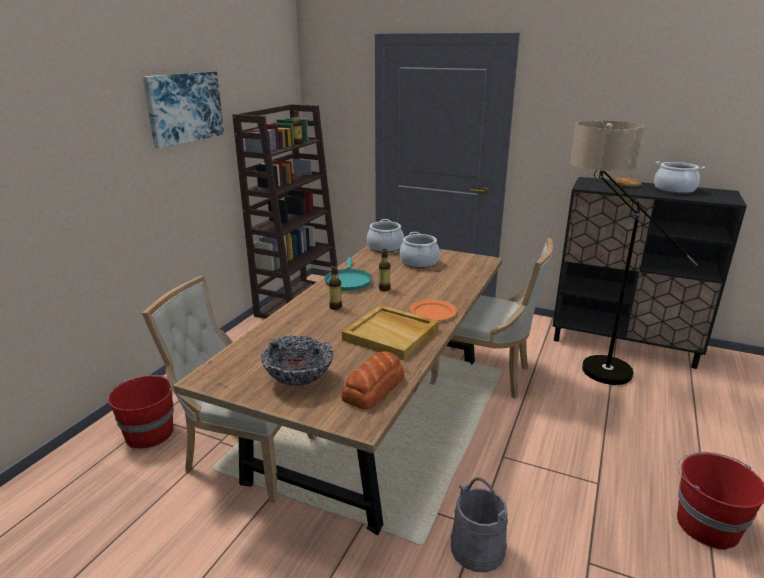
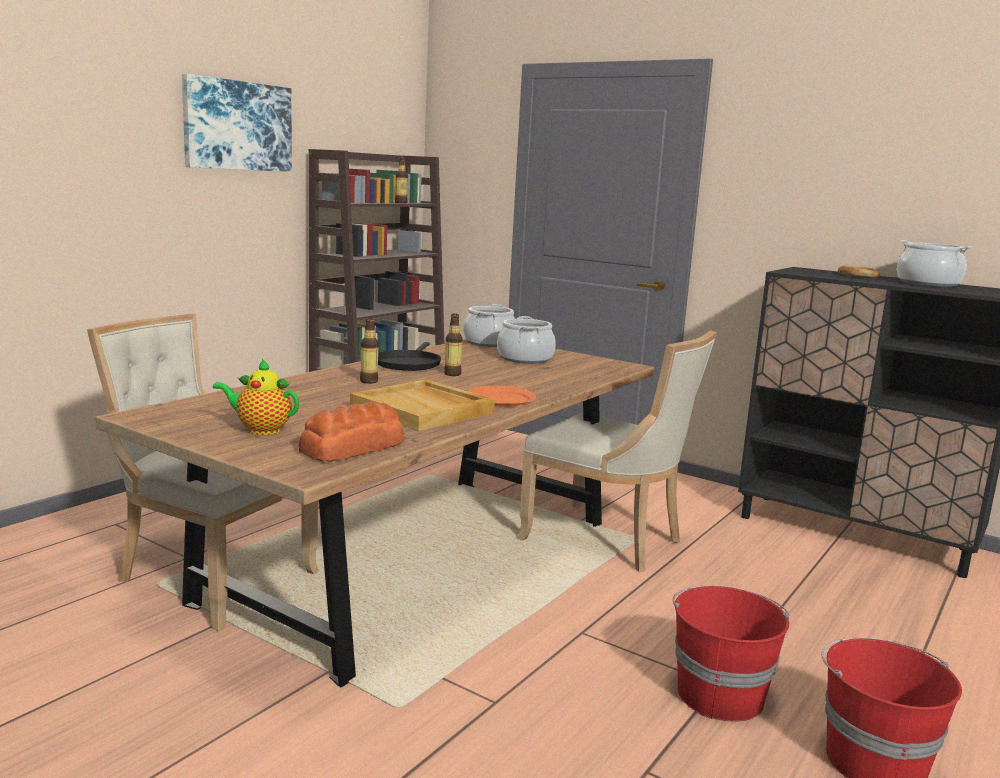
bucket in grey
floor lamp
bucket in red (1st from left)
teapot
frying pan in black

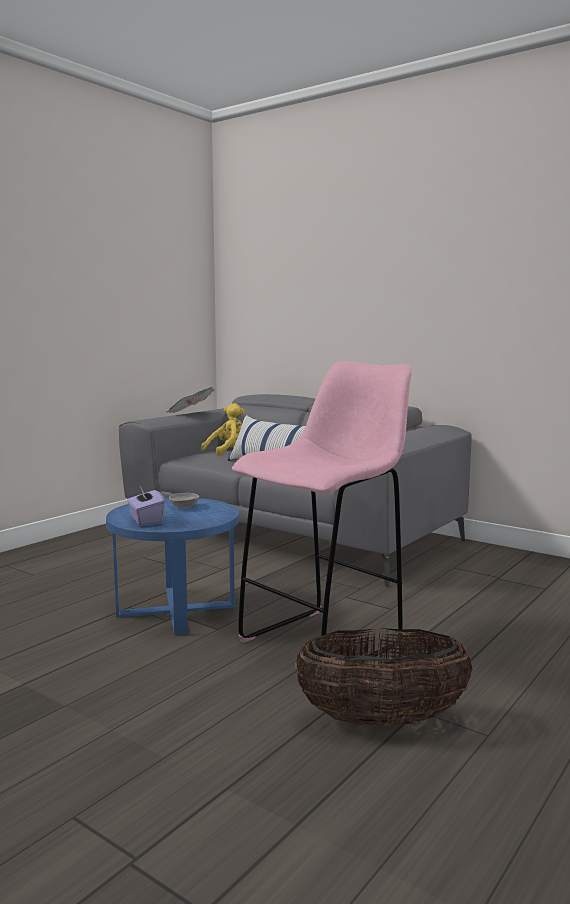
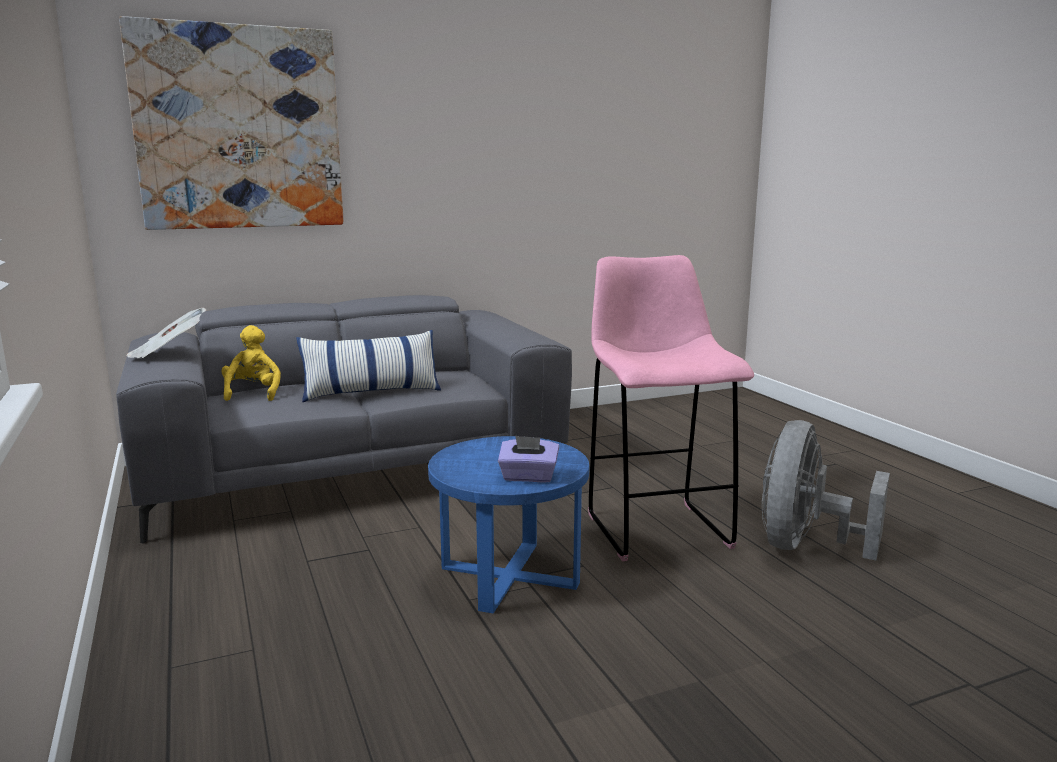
bowl in grey
picture
fan in grey

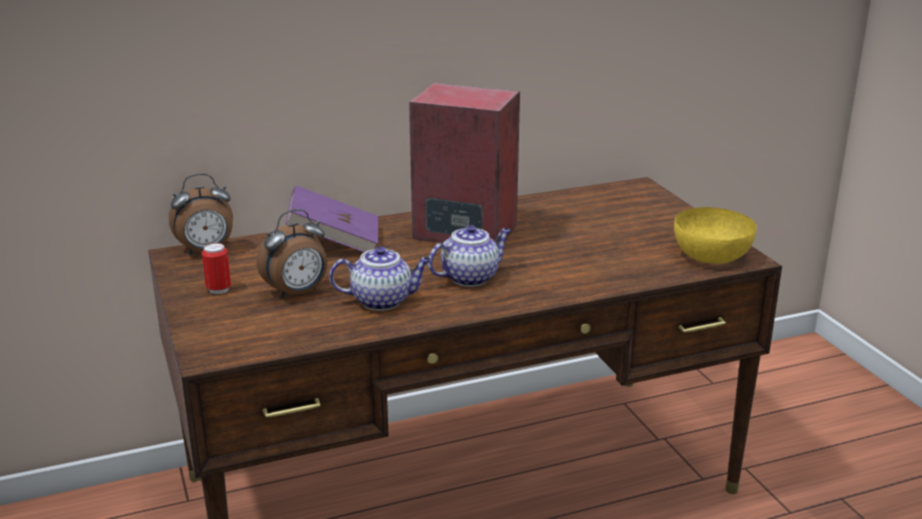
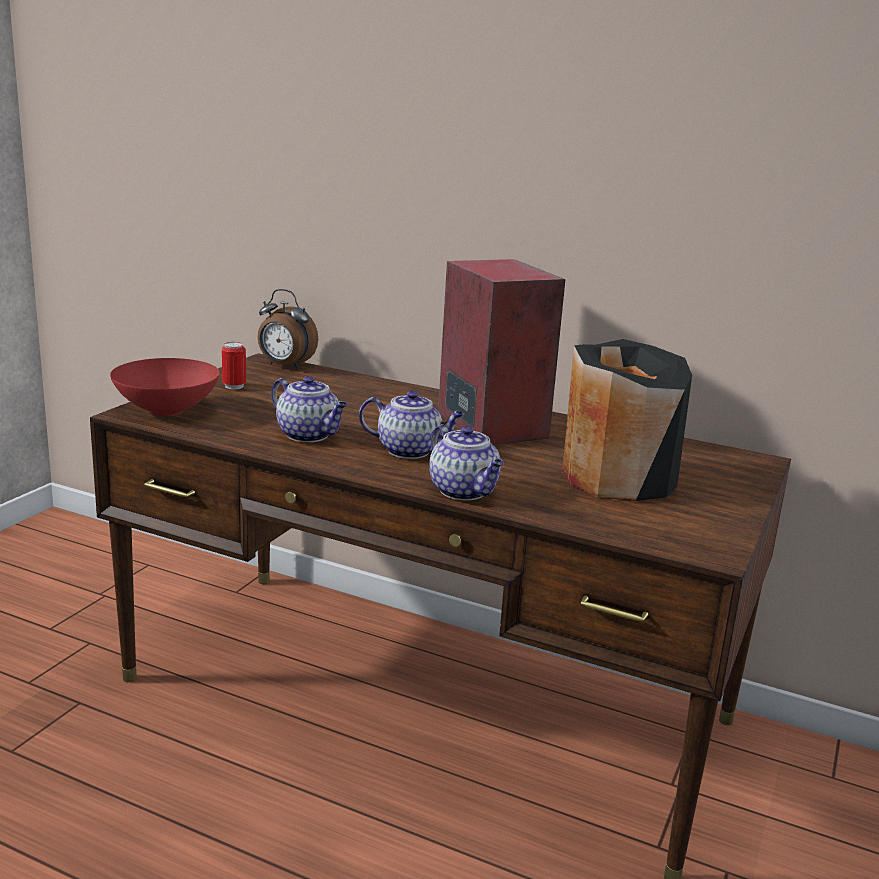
alarm clock (2nd from left in the first image)
book in purple
bowl in yellow
bowl in red
teapot (3rd from left)
vase in black

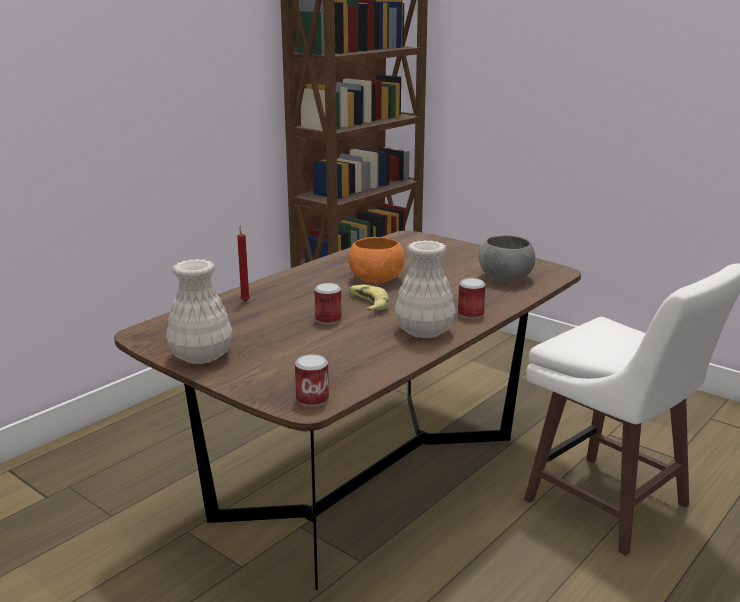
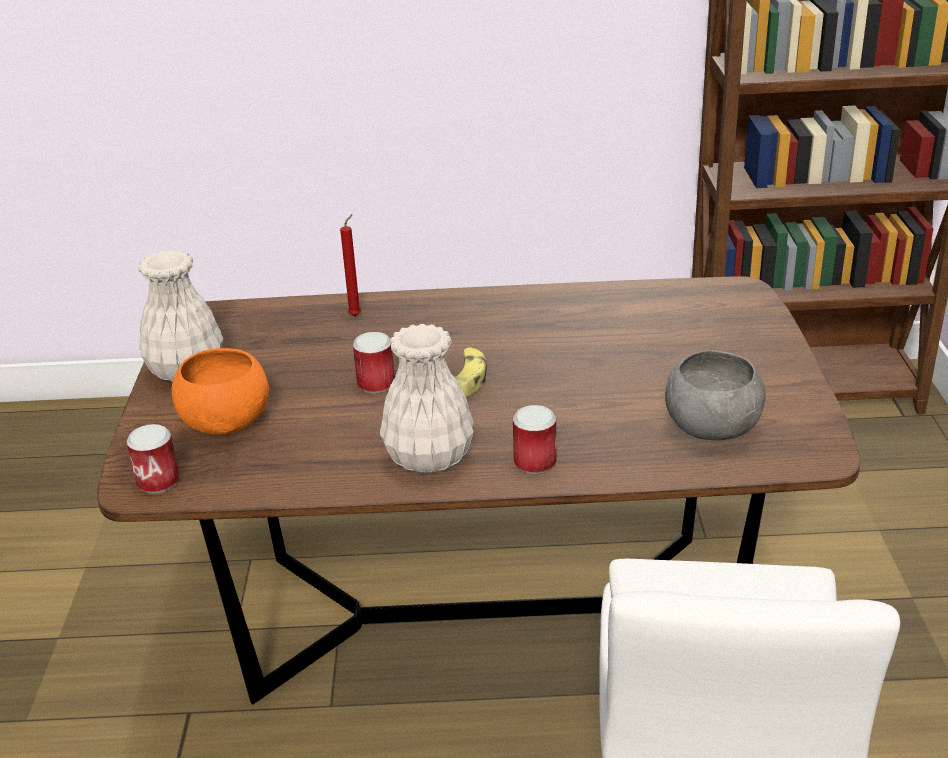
bowl in orange

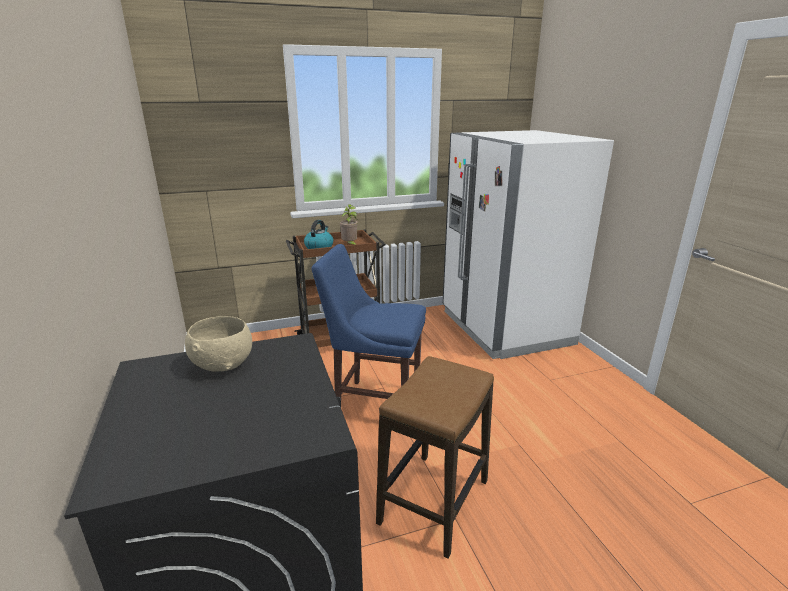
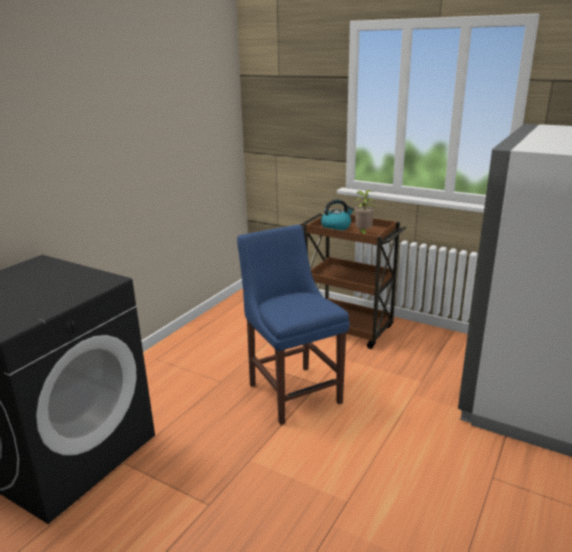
bowl in beige
stool

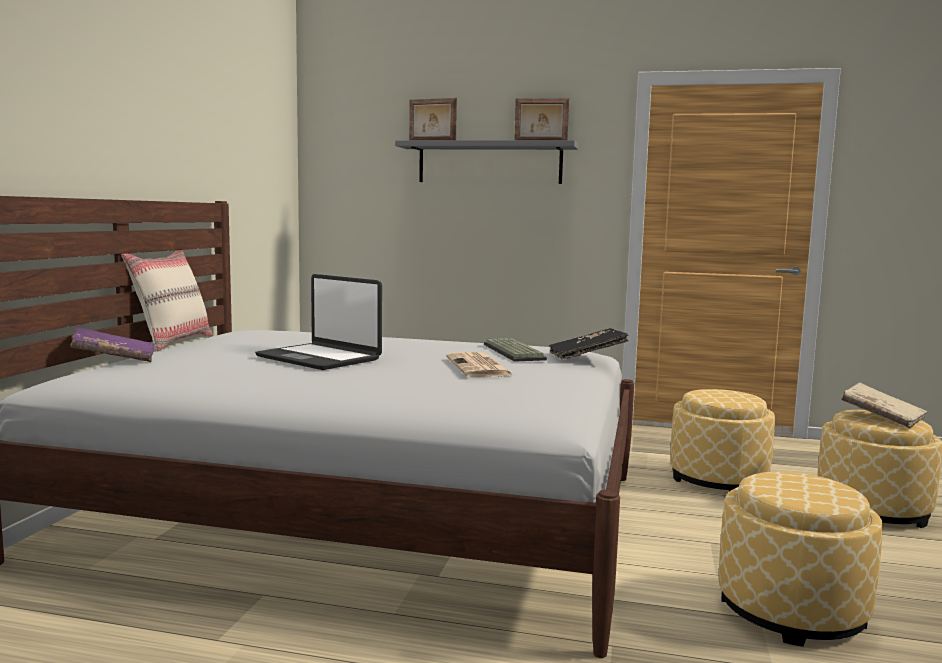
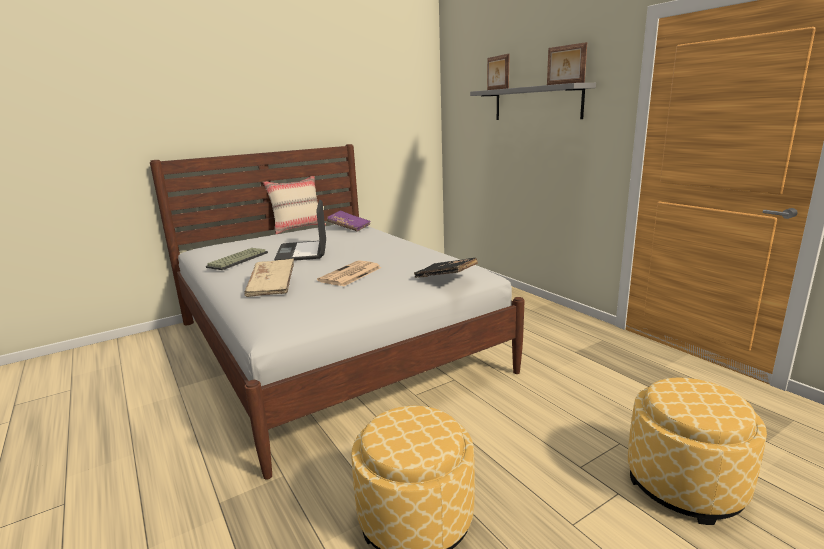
ottoman (1st from left in the first image)
book in purple
keyboard
book in beige

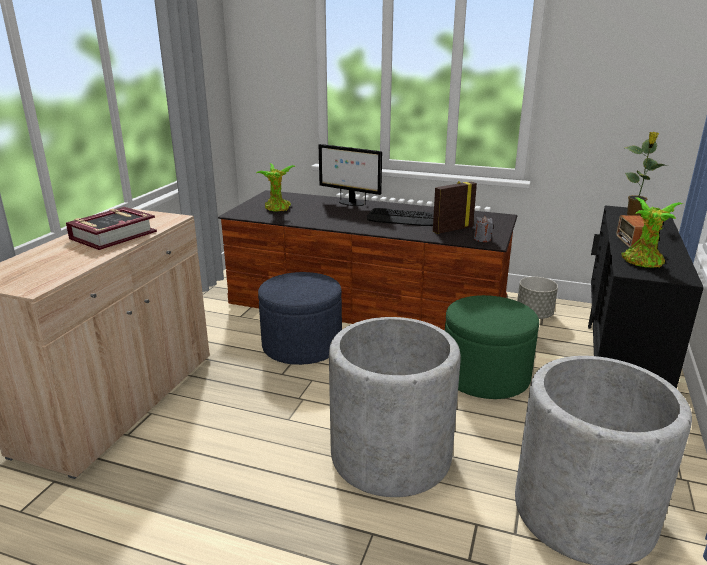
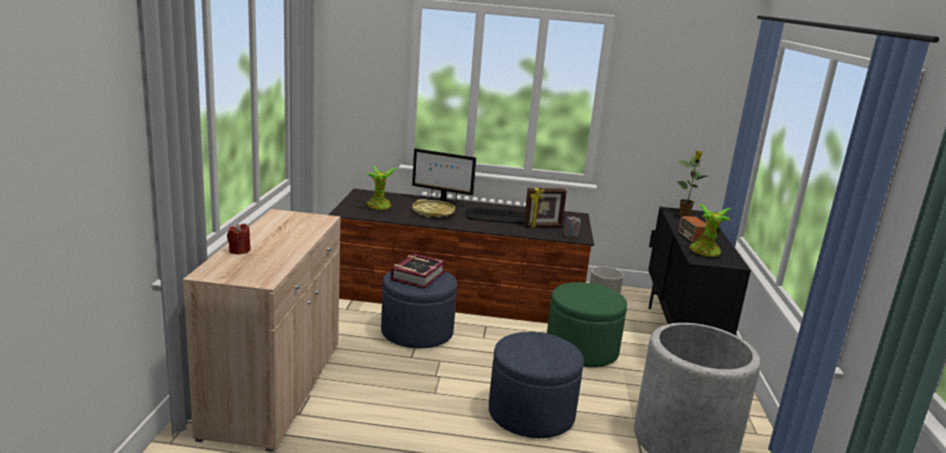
candle in red
tray in yellow
book
ottoman in blue (2nd from left)
picture frame

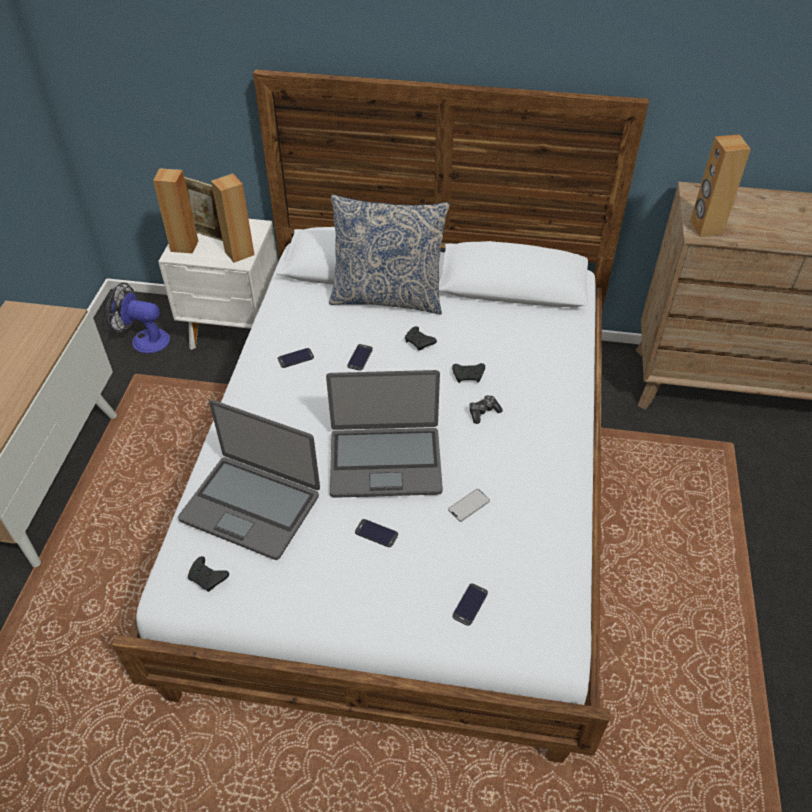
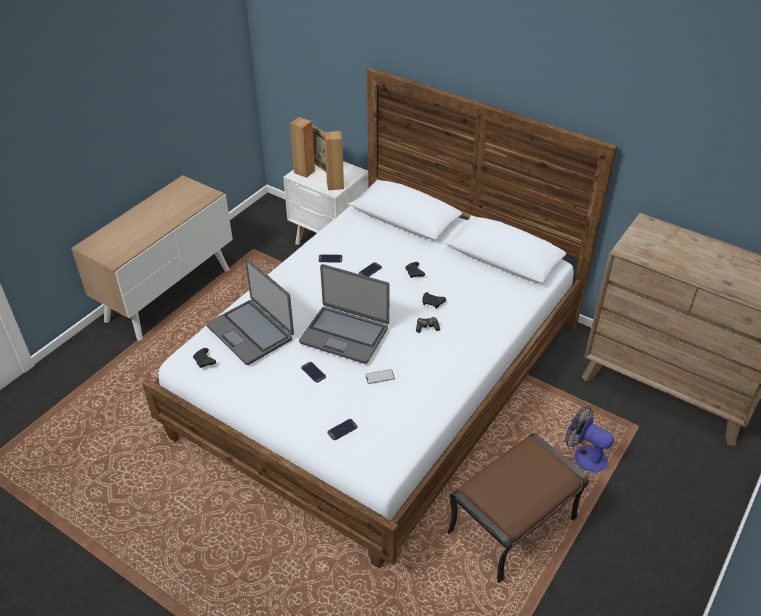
pillow
speaker in brown (3rd from left in the first image)
ottoman in brown
fan

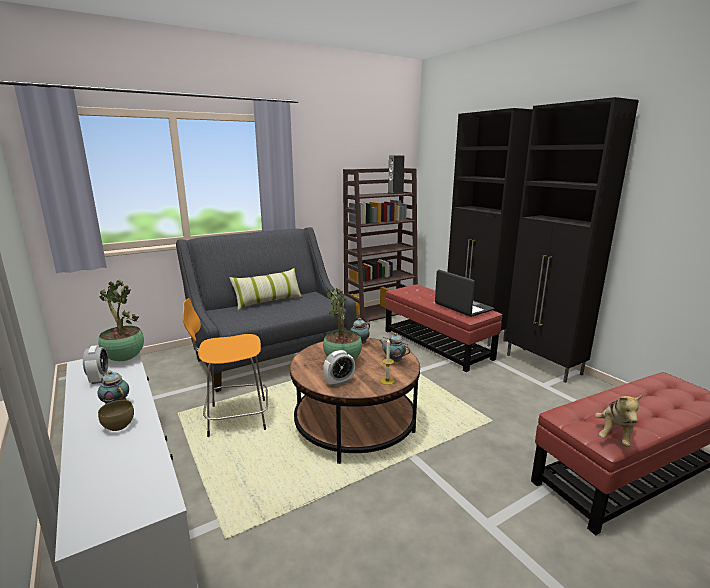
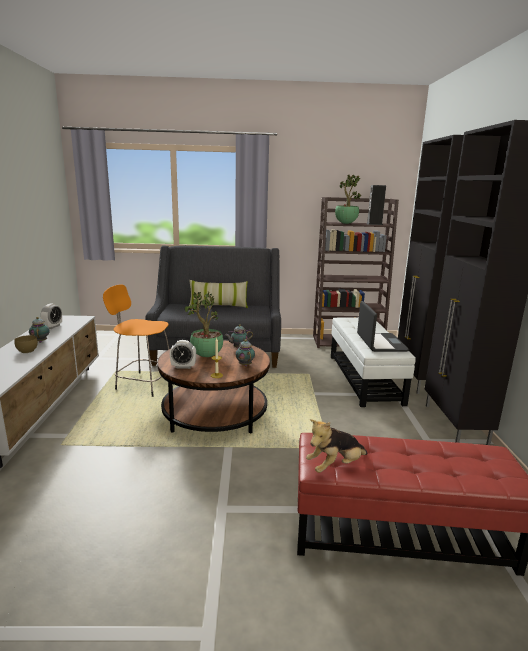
potted plant (2nd from left)
ottoman in white

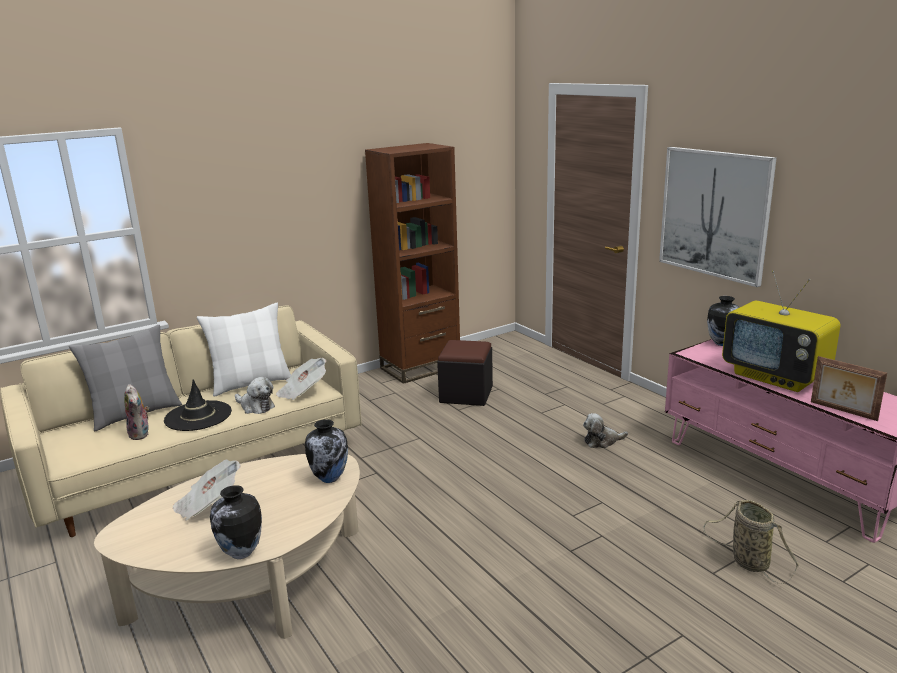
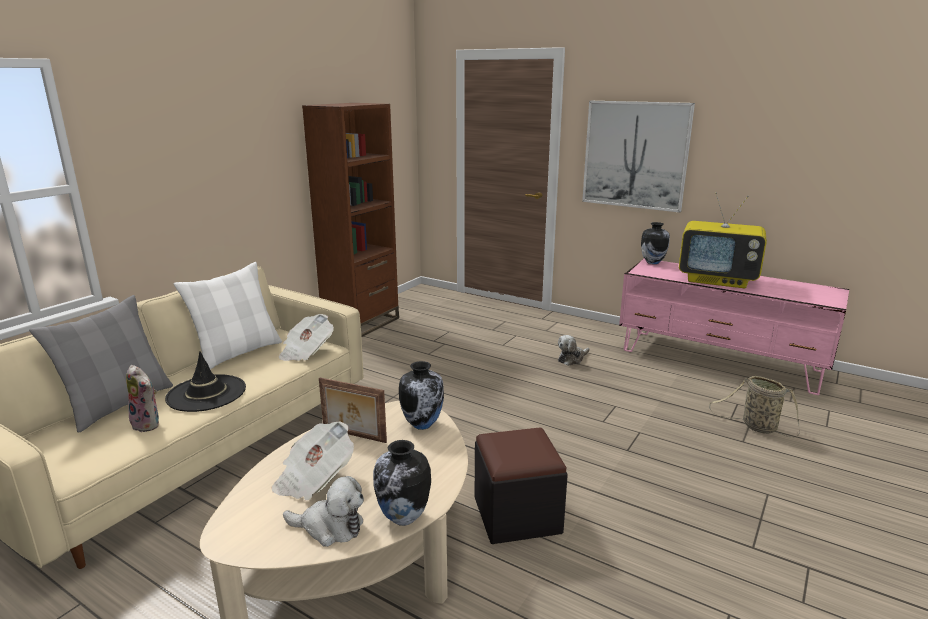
plush toy (2nd from left)
ottoman in black
picture frame

